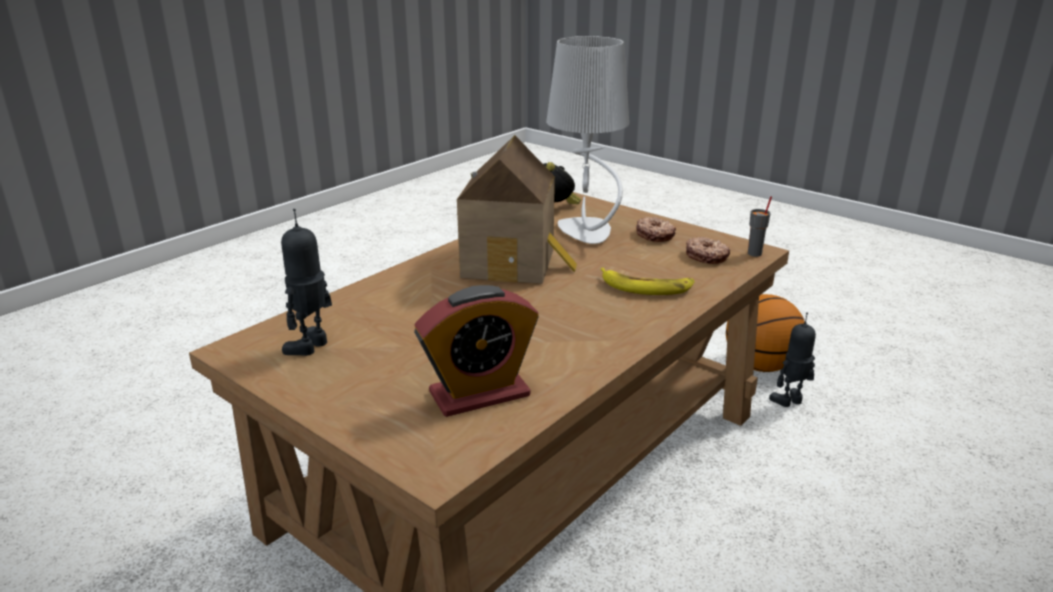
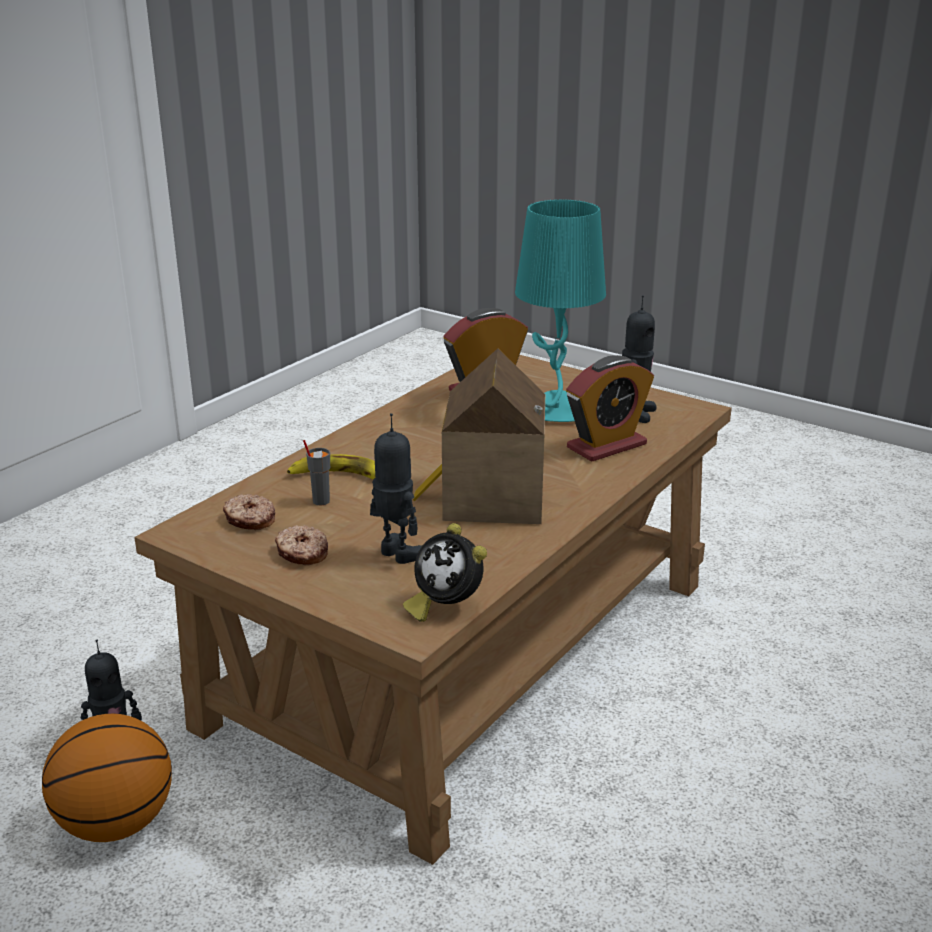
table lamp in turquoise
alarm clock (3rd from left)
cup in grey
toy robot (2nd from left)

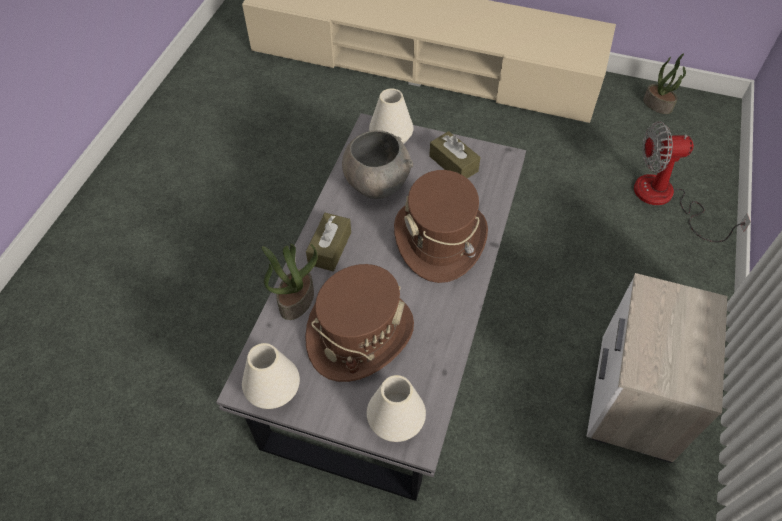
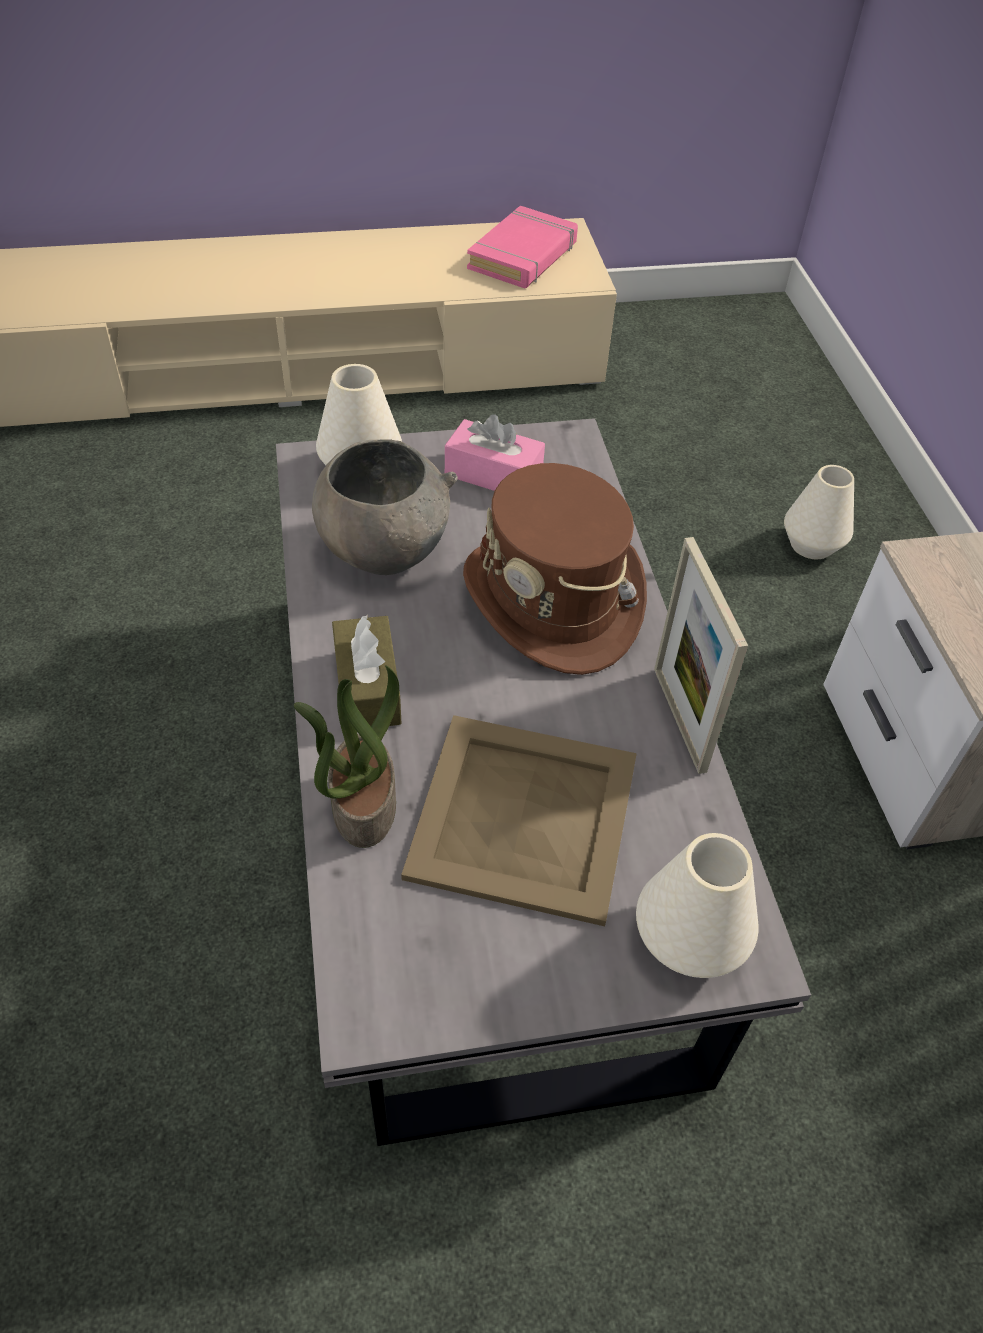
fan
potted plant (2nd from left in the first image)
book in pink
picture frame
vase in white (3rd from left)
tray in beige
tissue box in pink

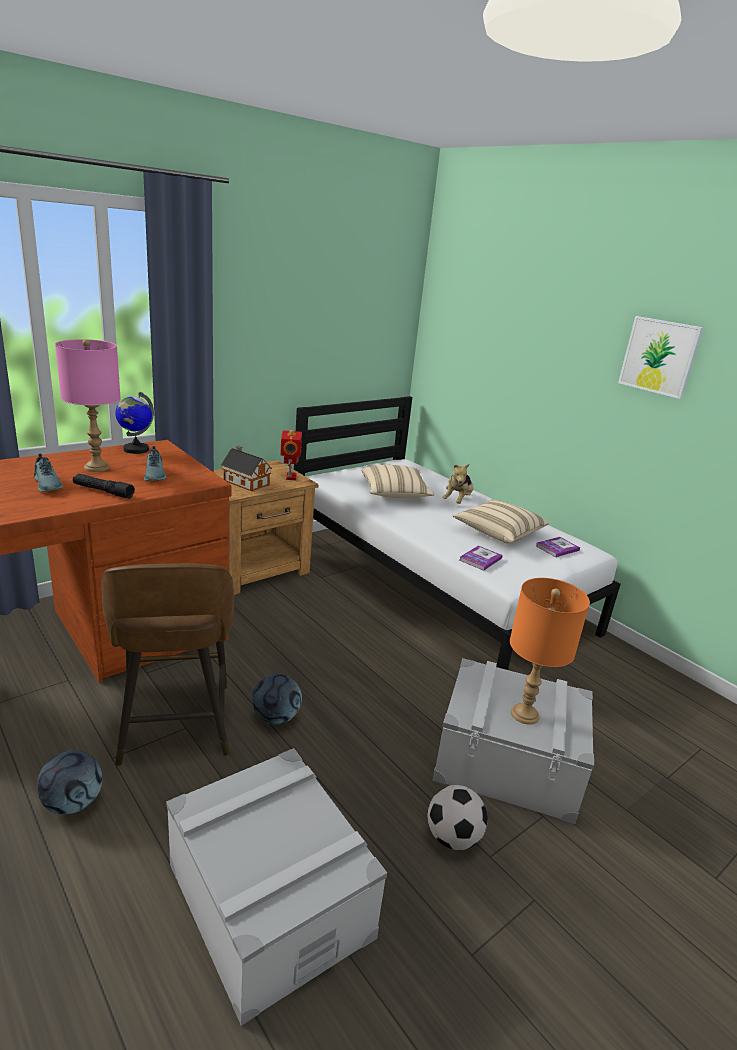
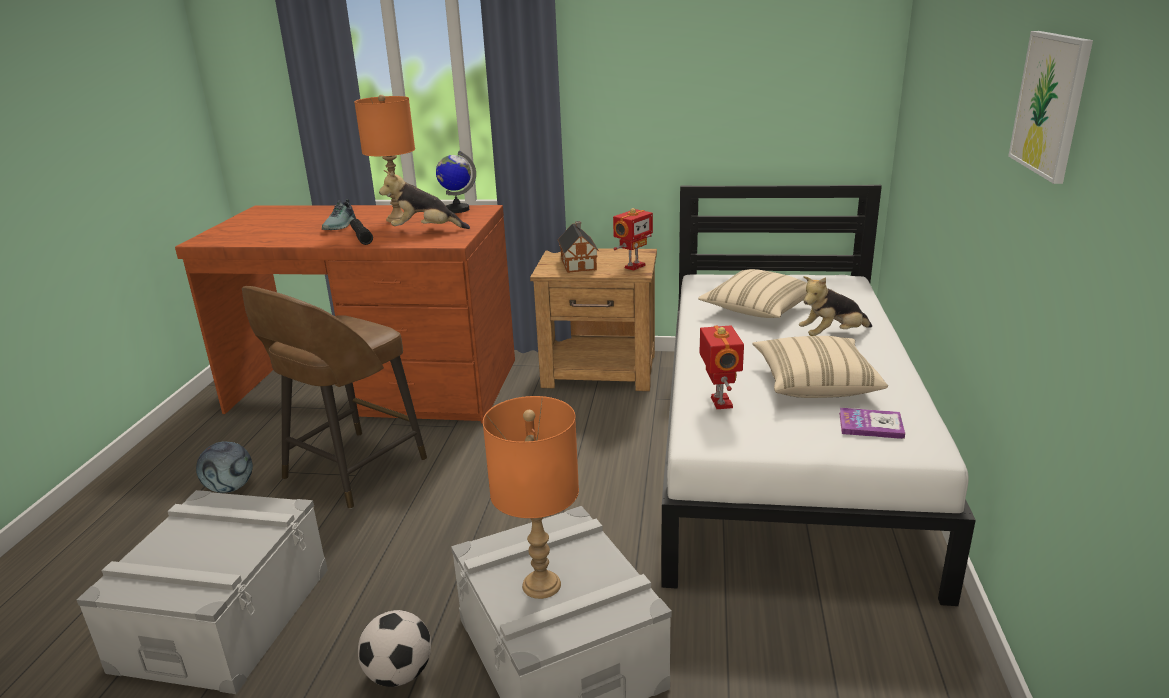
football (2nd from left in the first image)
plush toy (1st from left)
toy robot (2nd from left)
table lamp in orange (1st from left)

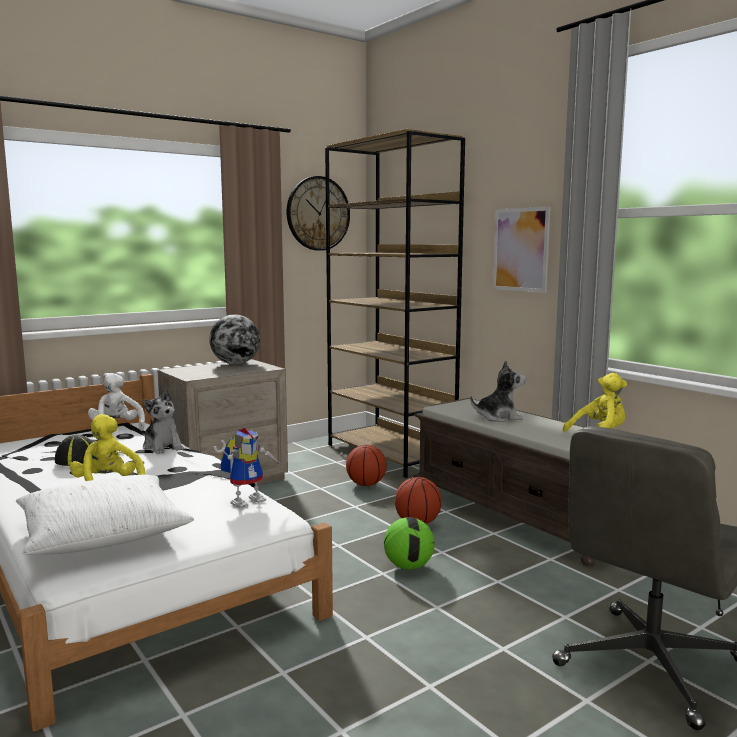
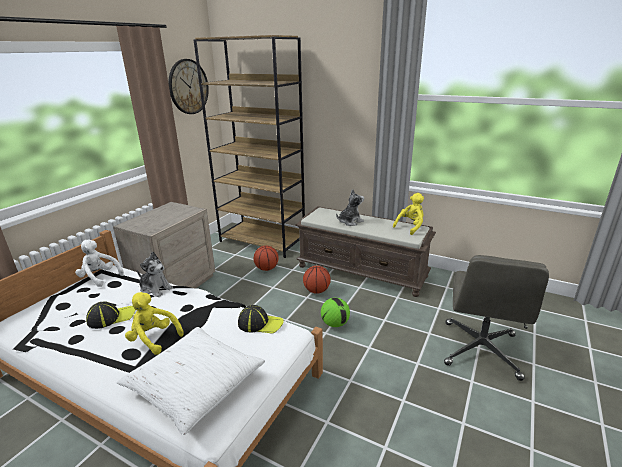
globe
picture
cap (2nd from left)

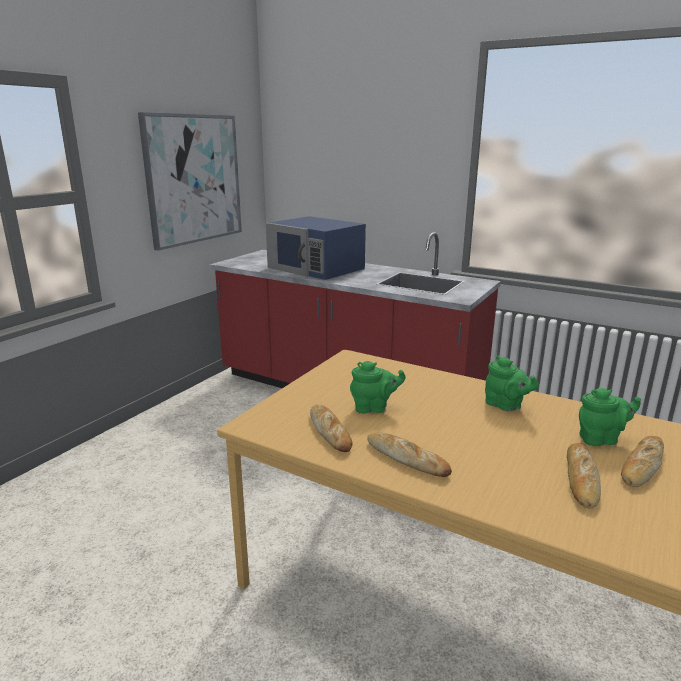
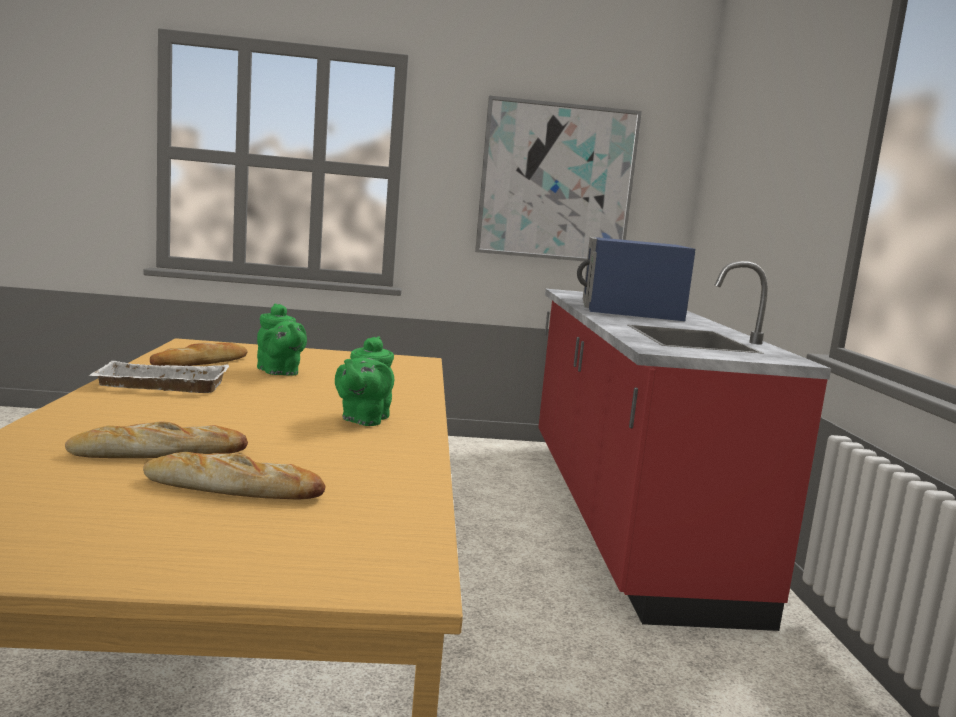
teapot in green (3rd from left in the first image)
tray in white

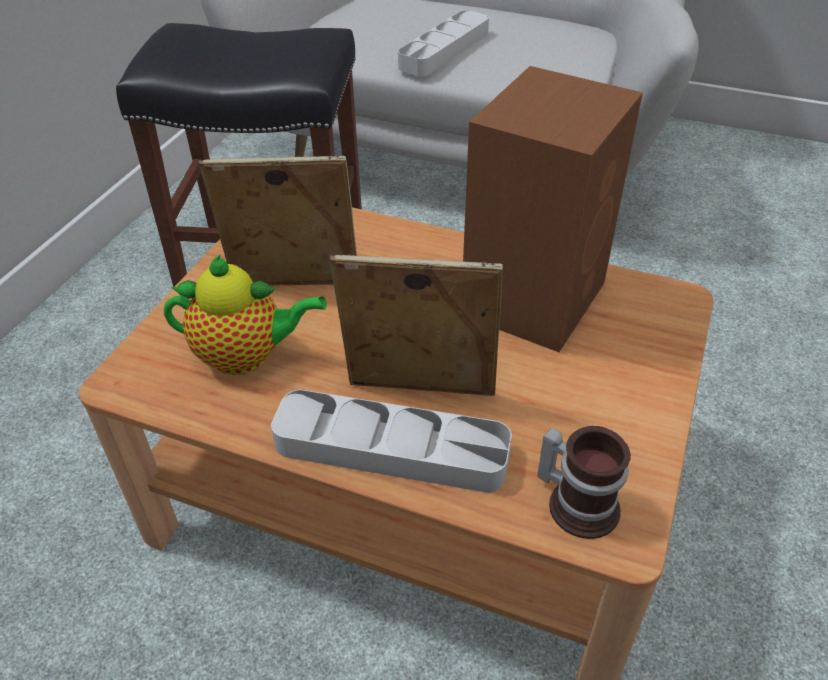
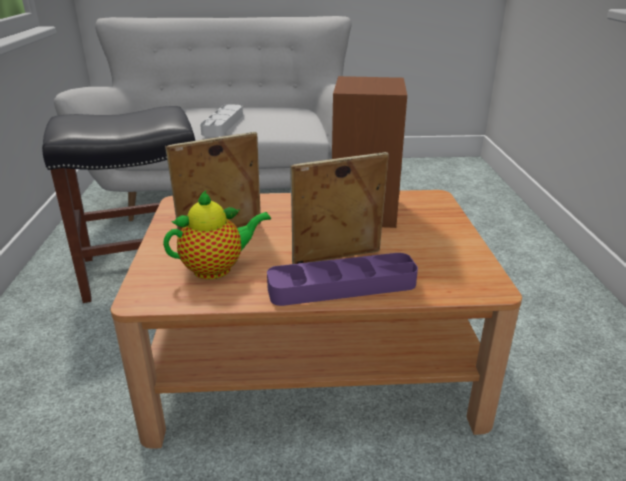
mug
tray in purple

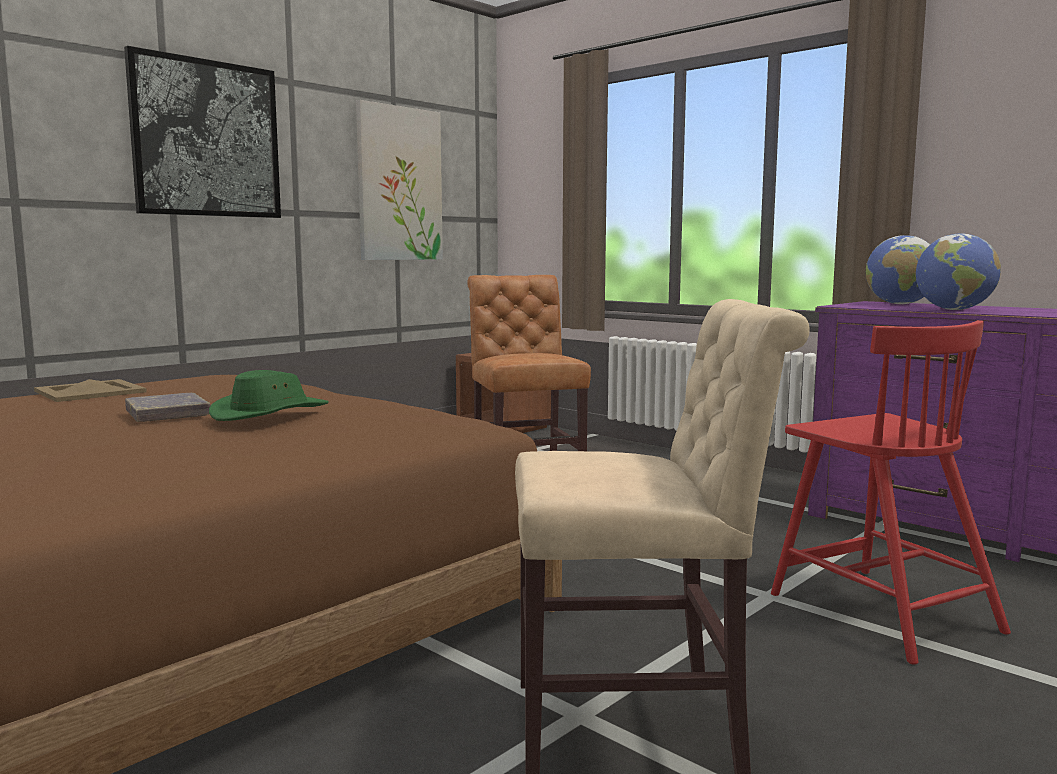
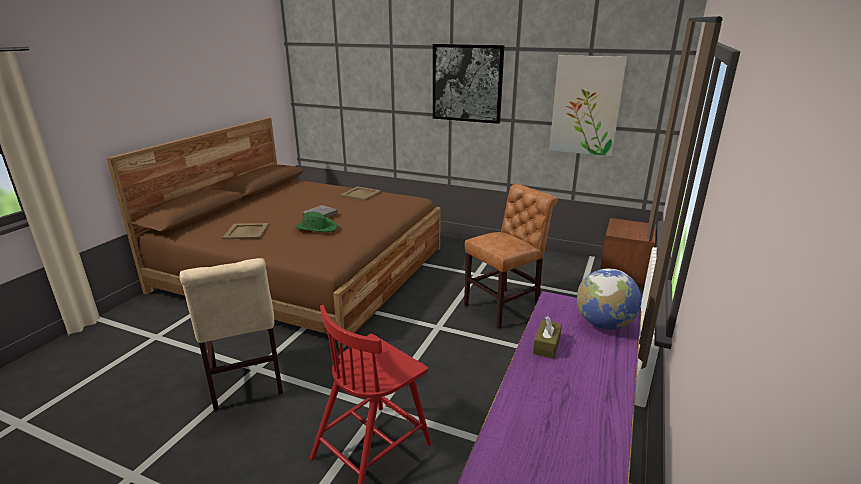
tray in beige (1st from left)
tissue box in brown

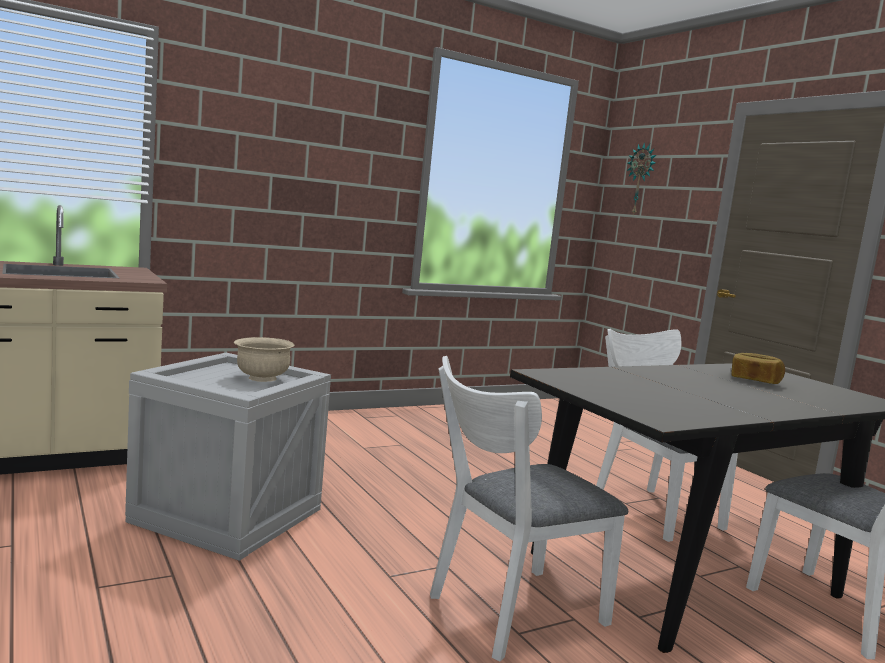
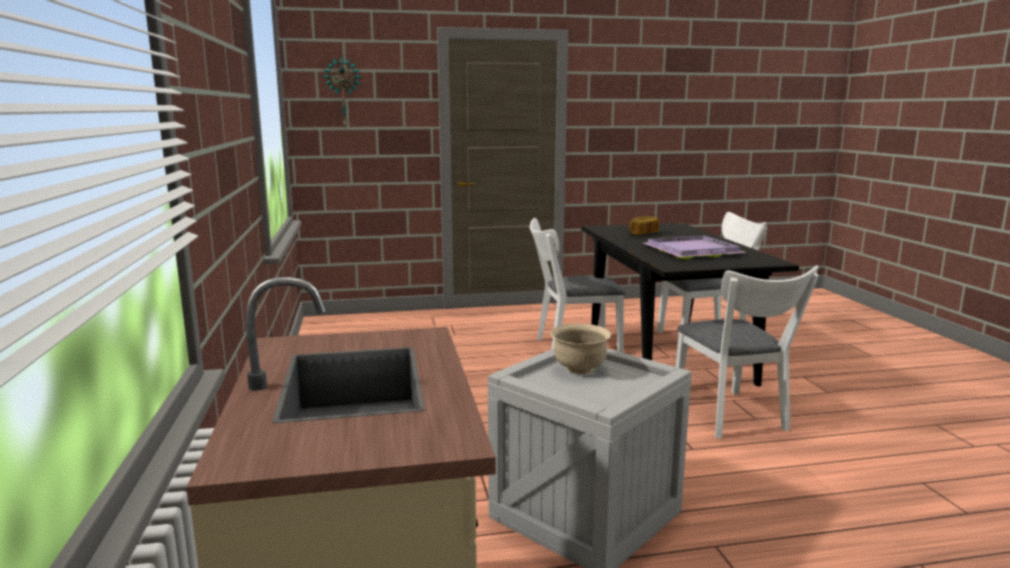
tray in purple

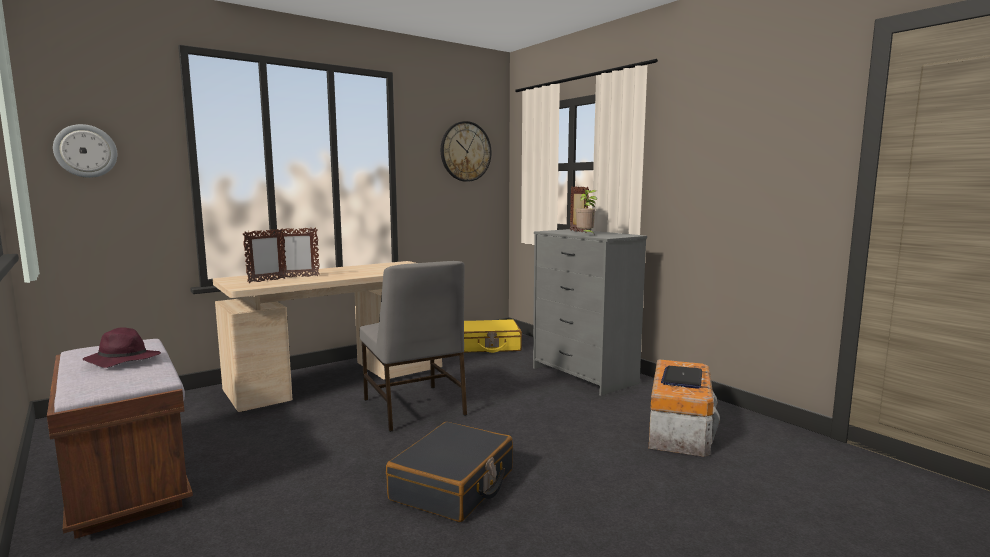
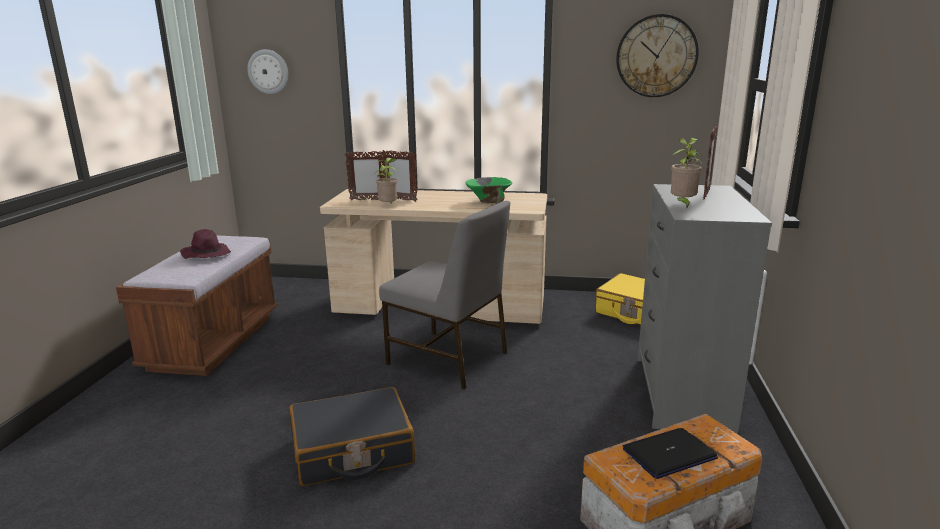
potted plant (1st from left)
bowl in green
chair in grey

